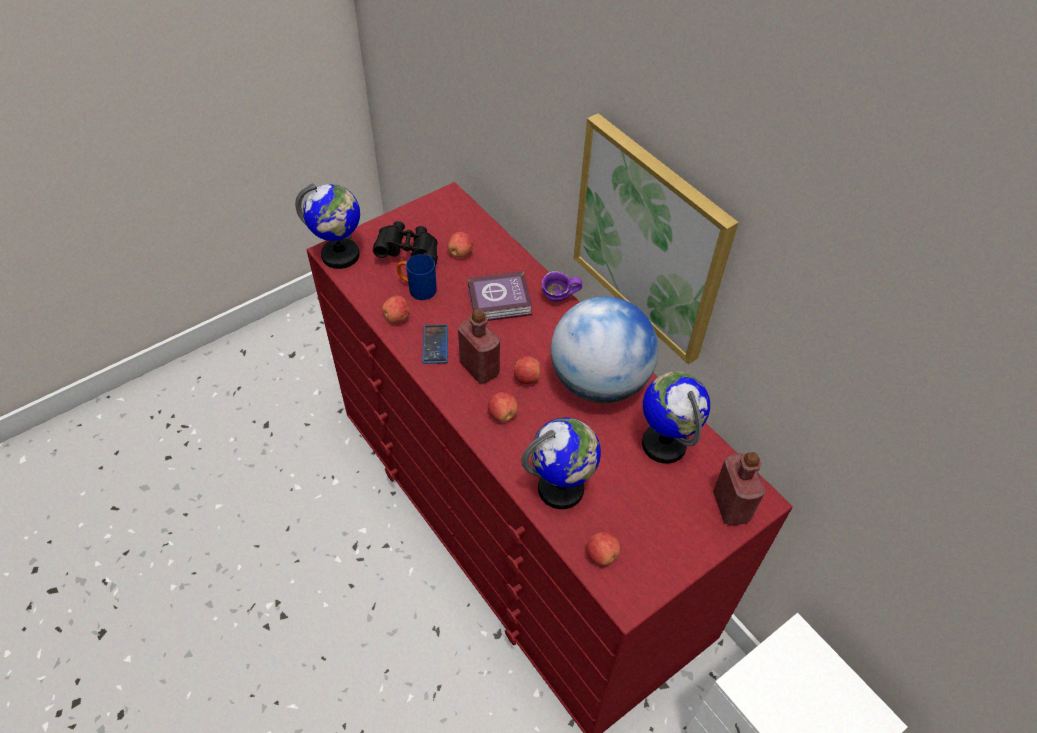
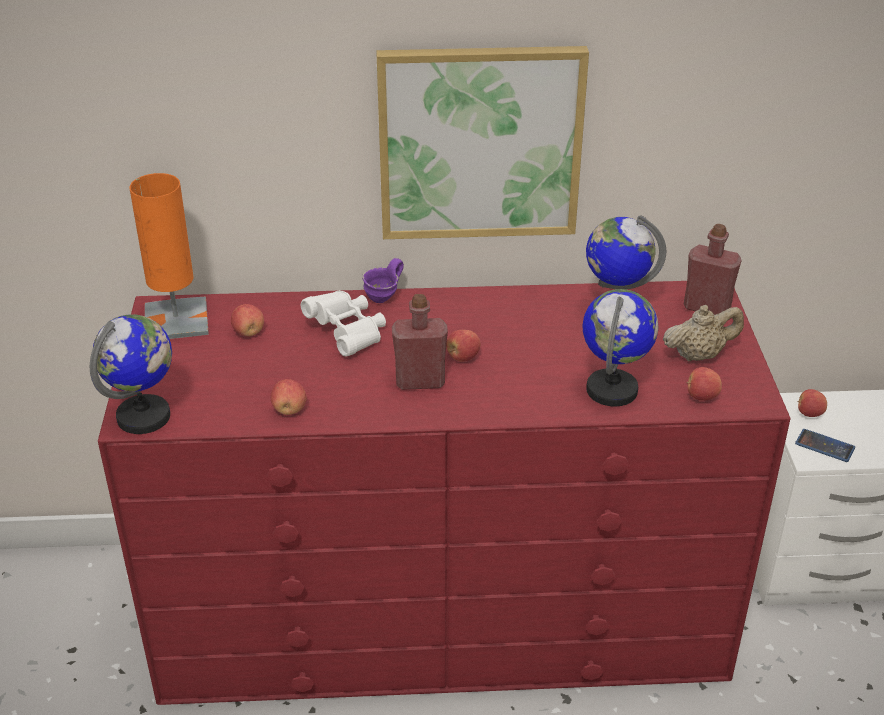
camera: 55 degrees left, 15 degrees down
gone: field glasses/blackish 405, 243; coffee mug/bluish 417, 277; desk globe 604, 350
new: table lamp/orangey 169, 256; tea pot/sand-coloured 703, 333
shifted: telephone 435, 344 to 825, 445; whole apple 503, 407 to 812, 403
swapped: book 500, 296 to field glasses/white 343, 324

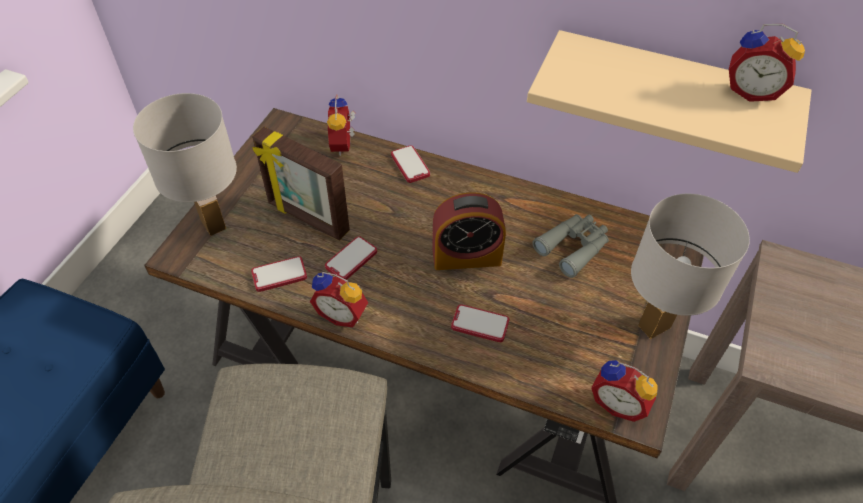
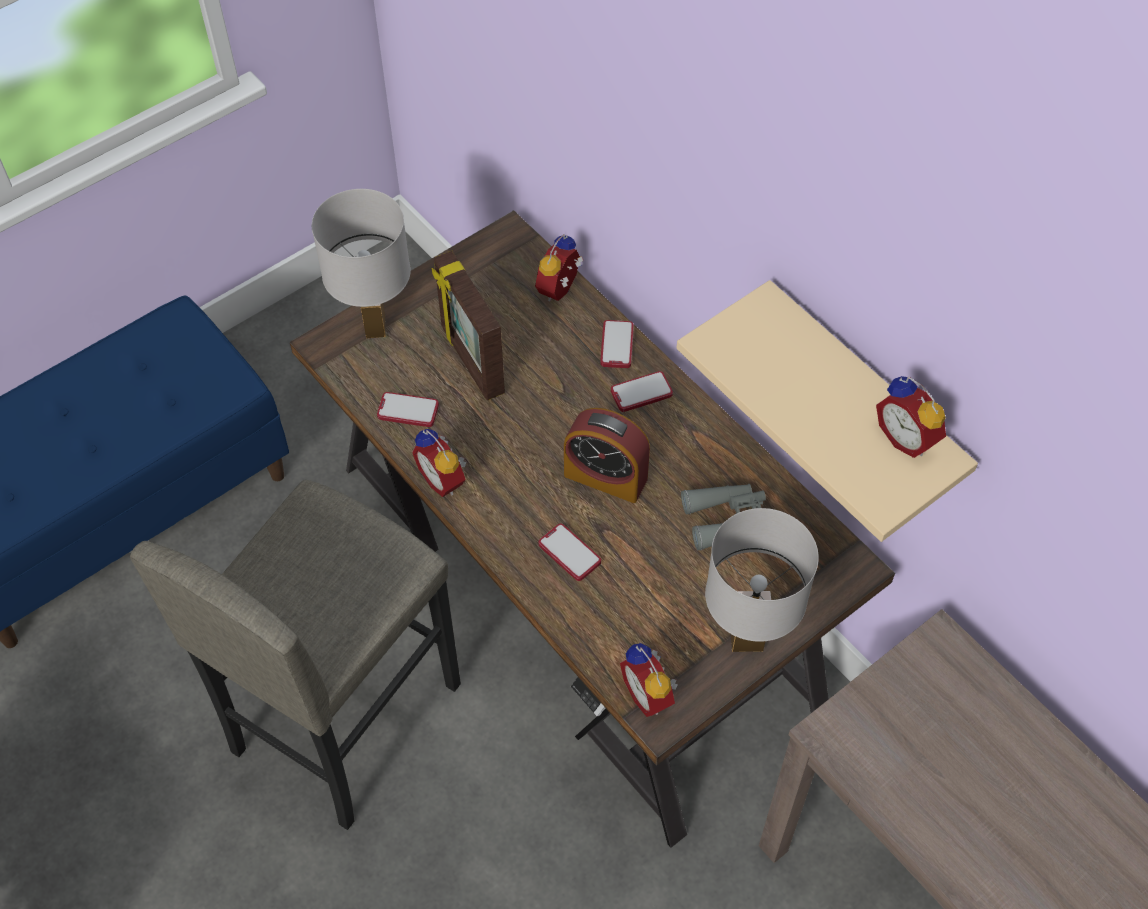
camera: 30 degrees right, 5 degrees up
shifted: telephone 351, 258 to 642, 391

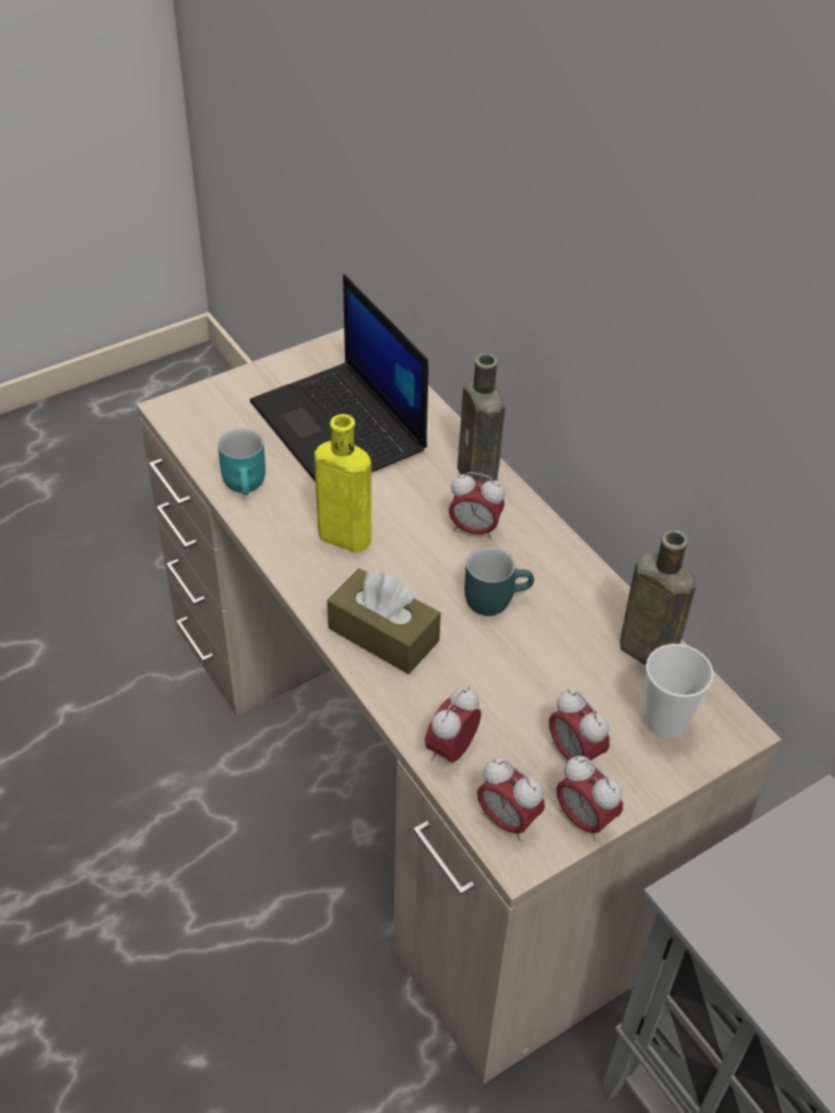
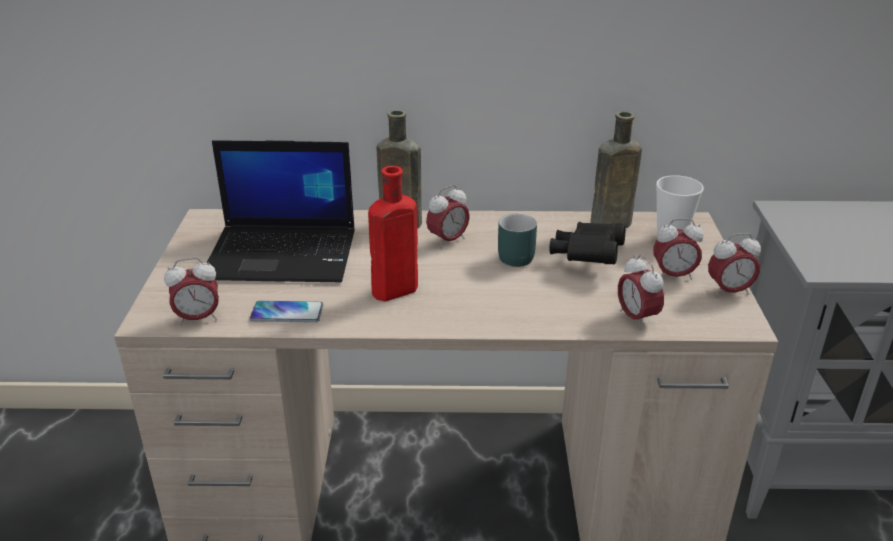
camera: 55 degrees left, 15 degrees down
gone: tissue box/brown 384, 621
new: field glasses/blackish 587, 243
shifted: bedside clock 511, 799 to 191, 292
swapped: coffee mug/turquoise 241, 462 to telephone 287, 311
repainted: bottle/yellow-coloured 343, 483 to bottle/red-coloured 393, 233

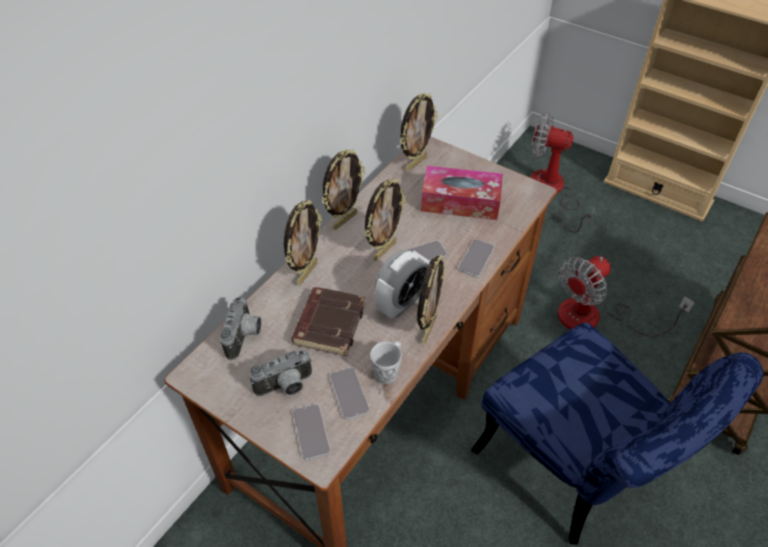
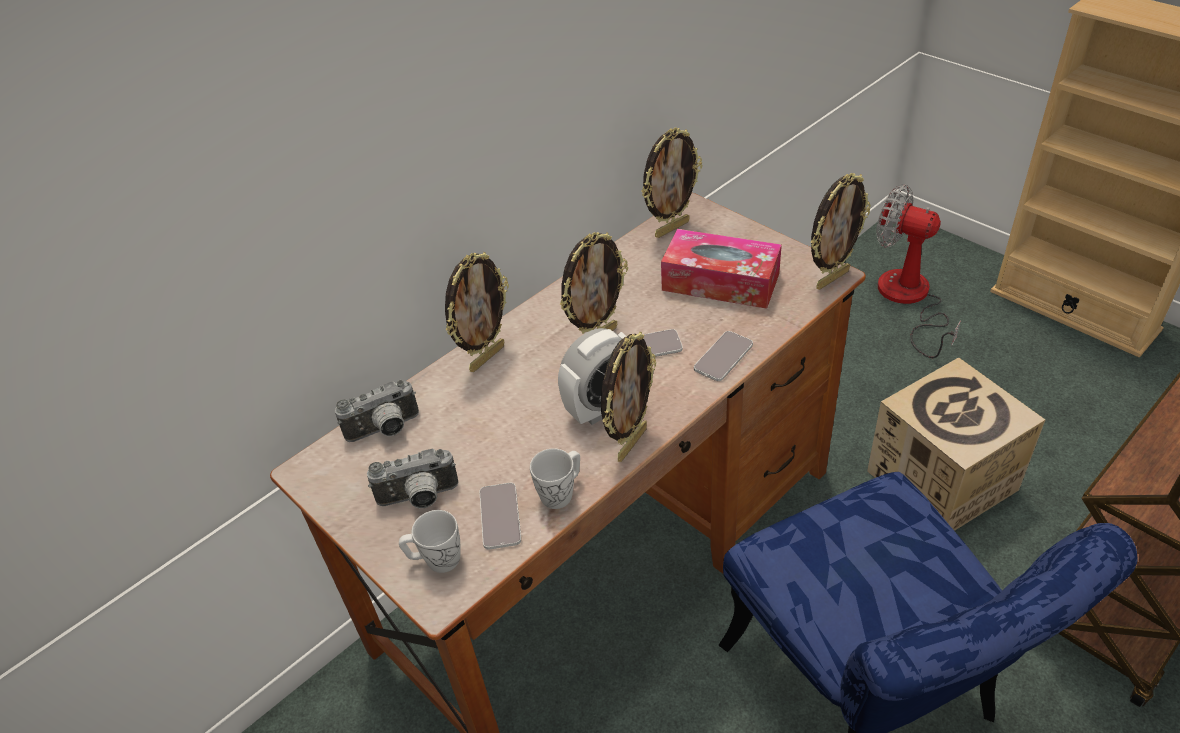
camera: 15 degrees right, 5 degrees down
gone: book/brown 328, 321
shifted: photo frame 343, 189 to 840, 231
swapped: telephone 311, 432 to coffee mug/white 429, 541; cooling fan 626, 296 to carton 956, 444
rotated: photo camera 241, 328 = 377, 411 45 degrees clockwise

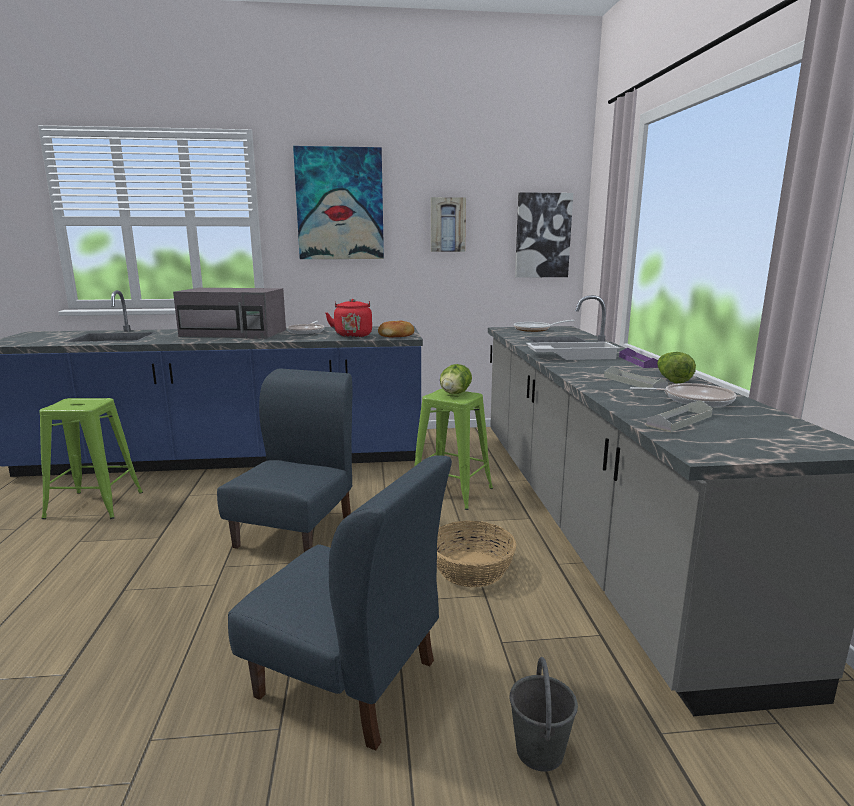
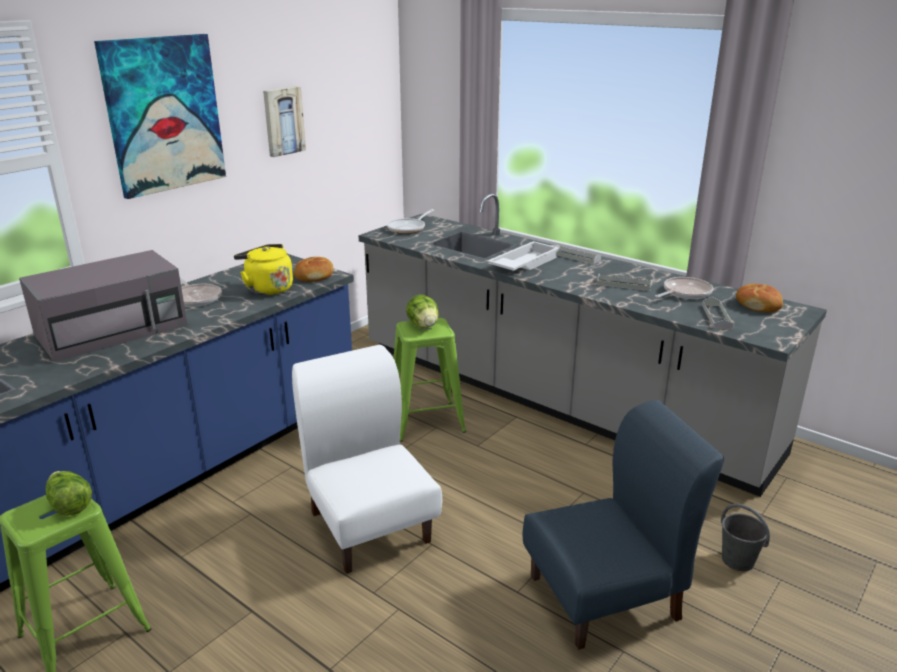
camera: 45 degrees left, 10 degrees up
gone: storage basket 477, 554; wall art 544, 235
new: bread 759, 298
shifted: head of lettuce 676, 367 to 69, 493
repainted: chair/bluish 285, 460 to chair/white 367, 459; water kettle/red-coloured 349, 318 to water kettle/yellow-coloured 263, 269; tray/purple 638, 358 to tray/greyish 578, 254

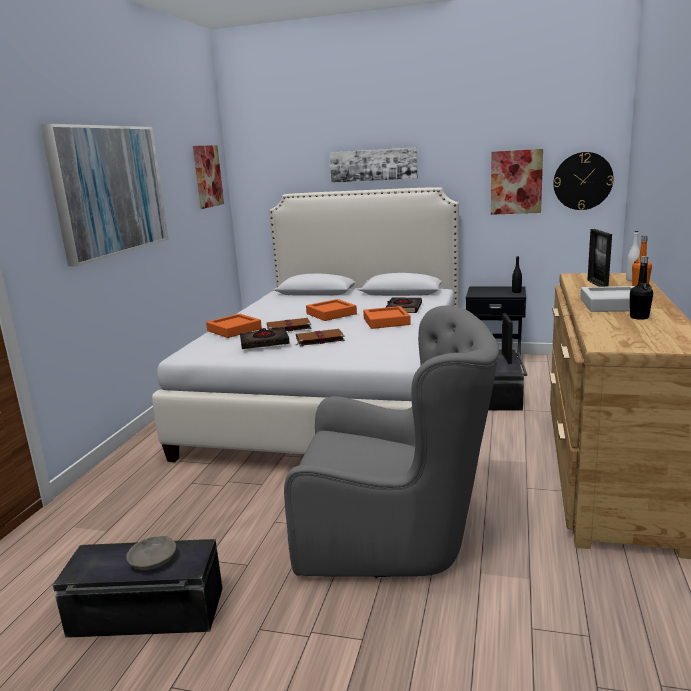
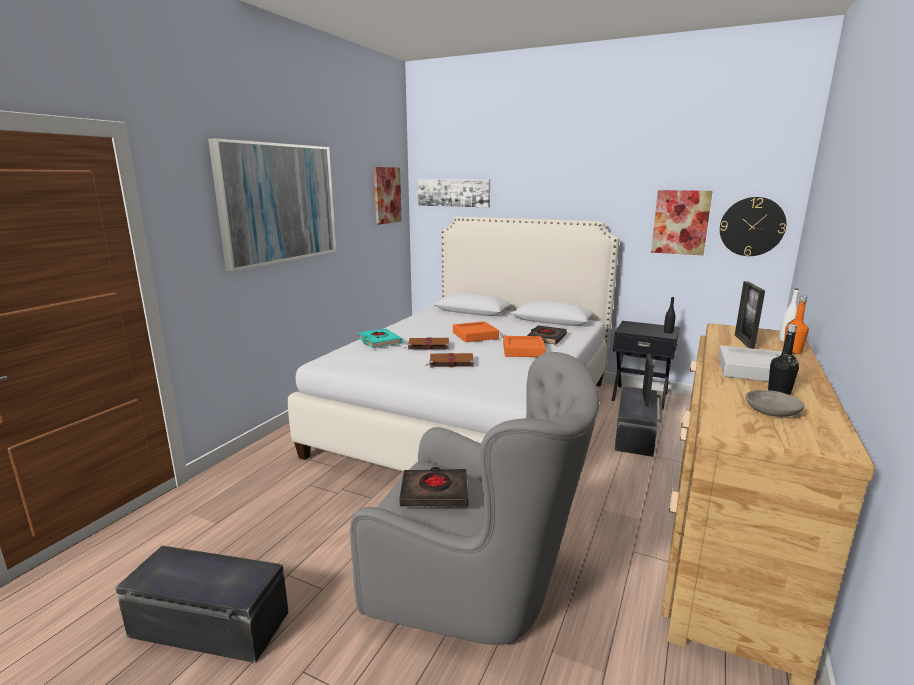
camera: 10 degrees right, 0 degrees up
shifted: deep dish/greyish 151, 553 to 775, 403; book/blackish 265, 338 to 433, 486; wall art 374, 165 to 454, 193
swapped: tray/orangey 234, 326 to book/turquoise 380, 338

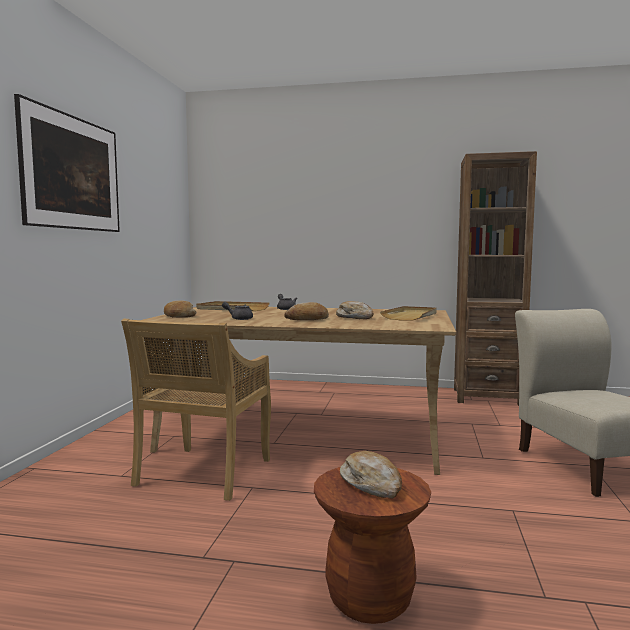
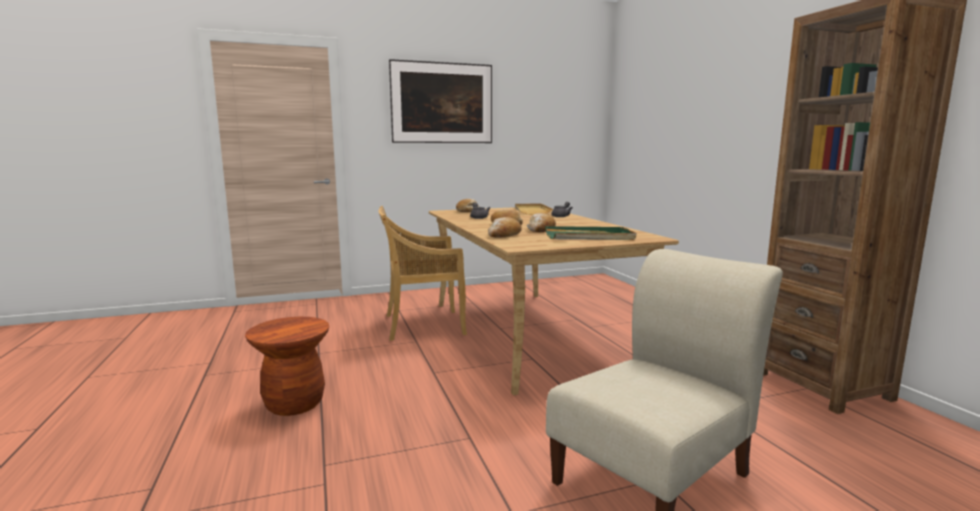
camera: 60 degrees right, 5 degrees up
shifted: bread 371, 475 to 505, 227
repainted: tray/sand-coloured 408, 313 to tray/green 590, 233

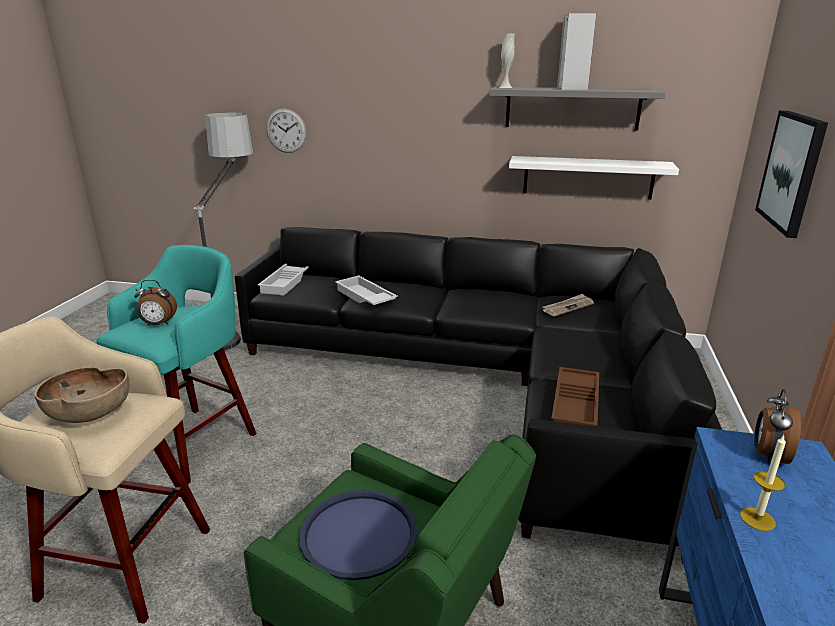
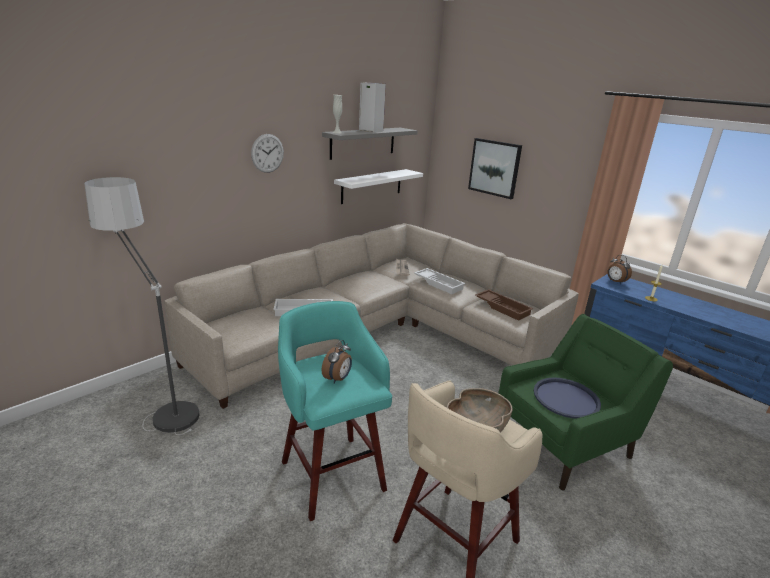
camera: 60 degrees left, 0 degrees up
shifted: tray/white 283, 279 to 439, 281; hanging clock 286, 130 to 267, 153
repainted: settee/blackish 478, 395 to settee/sand-coloured 371, 316

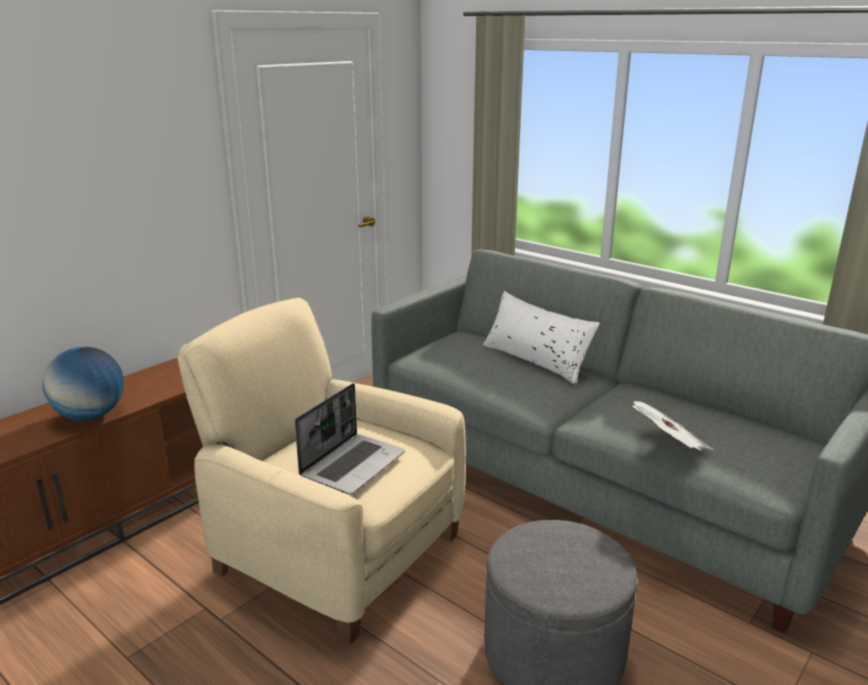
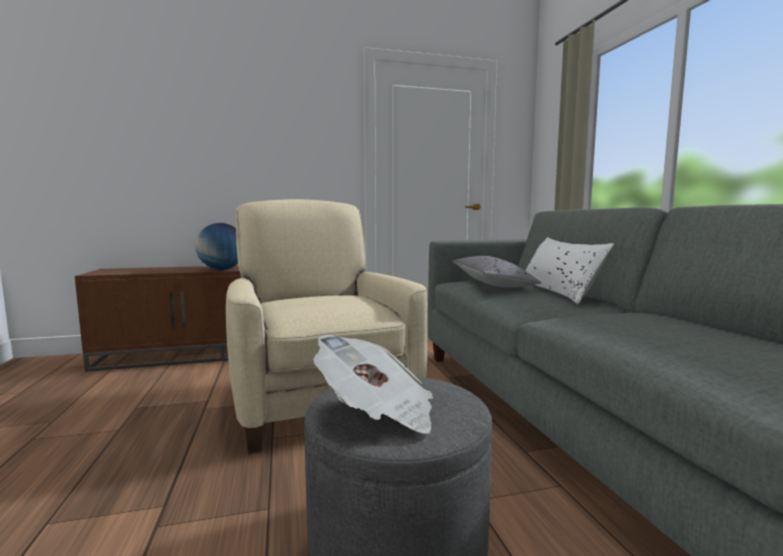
camera: 35 degrees right, 15 degrees down
gone: notebook computer 350, 438
new: pillow/greyish 497, 272
shifted: newspaper 673, 425 to 373, 384

